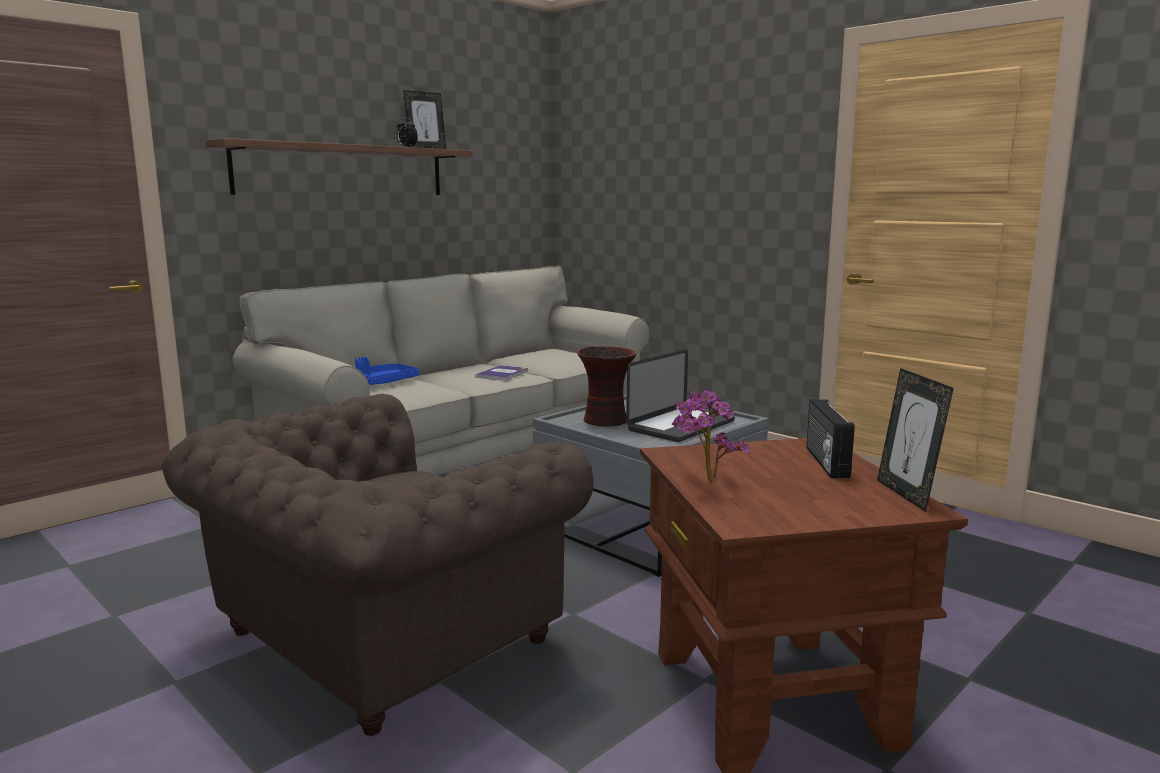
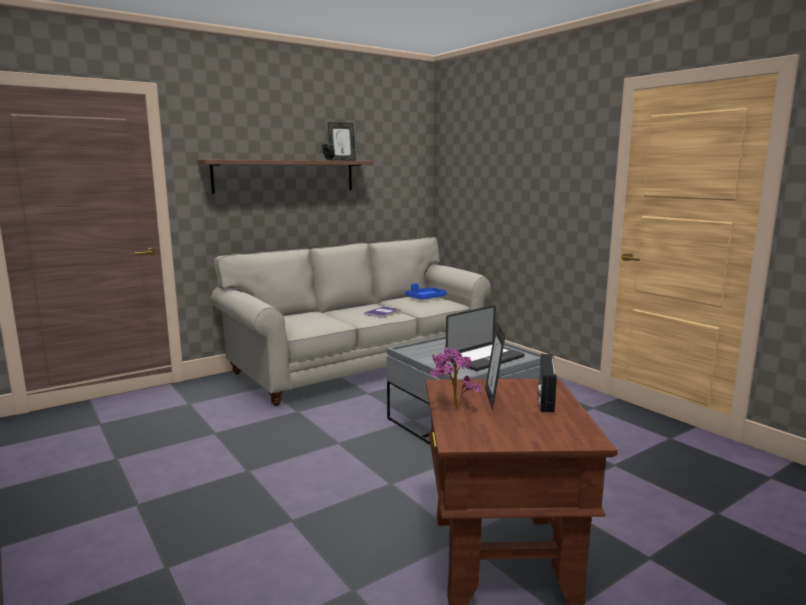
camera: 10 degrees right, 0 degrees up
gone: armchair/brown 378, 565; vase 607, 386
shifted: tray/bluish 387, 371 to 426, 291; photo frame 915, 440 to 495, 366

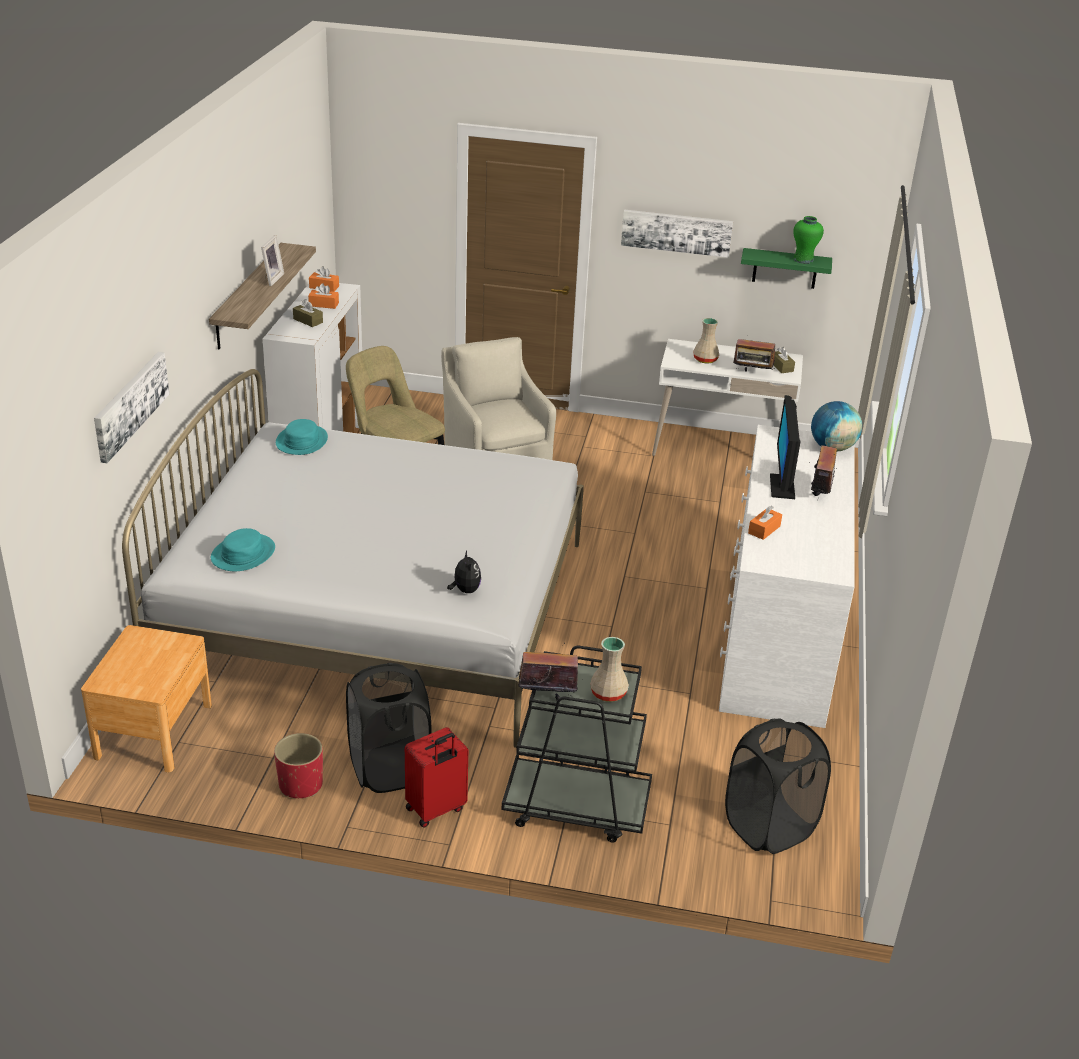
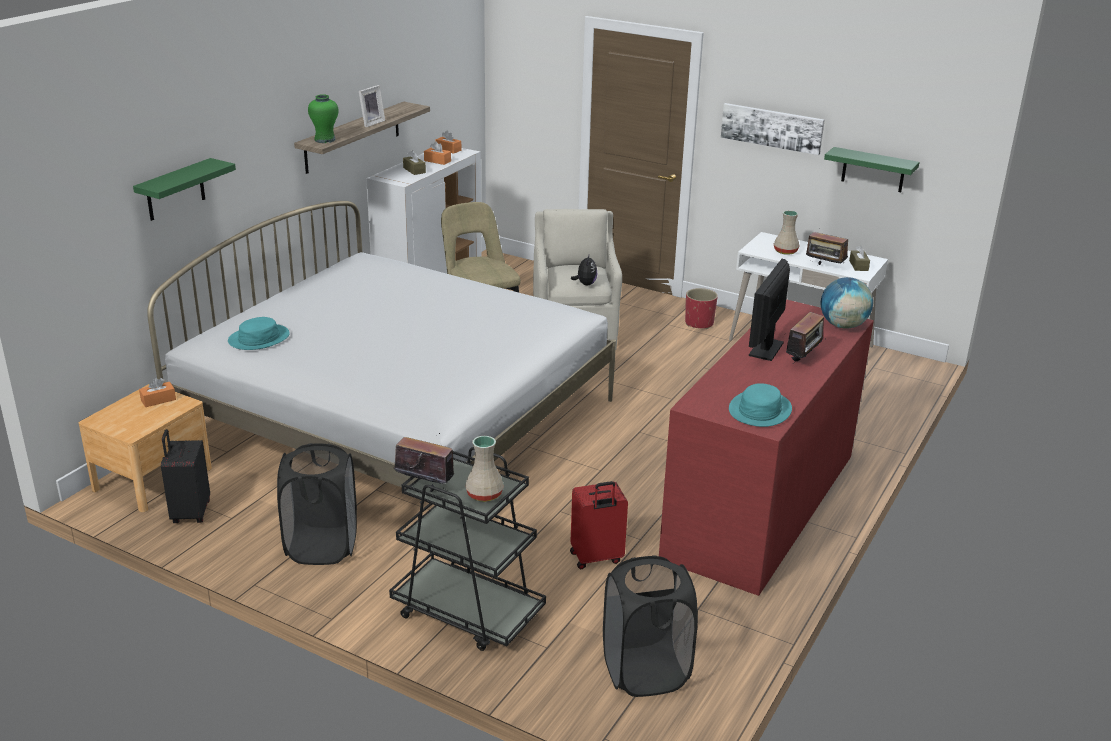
camera: 20 degrees right, 5 degrees down
new: piece of luggage/blackish 185, 476
shifted: flower pot/red-coloured 298, 765 to 701, 308; wearable hat/turquoise 302, 437 to 760, 405; piece of luggage/red-coloured 436, 777 to 599, 525; plush toy 464, 572 to 584, 269; tissue box/orangey 765, 522 to 157, 392; vase/green 808, 240 to 323, 118
swapped: wall art 131, 407 to shelf/green 184, 189
repainted: drawer chest/white 787, 576 to drawer chest/red-coloured 766, 447

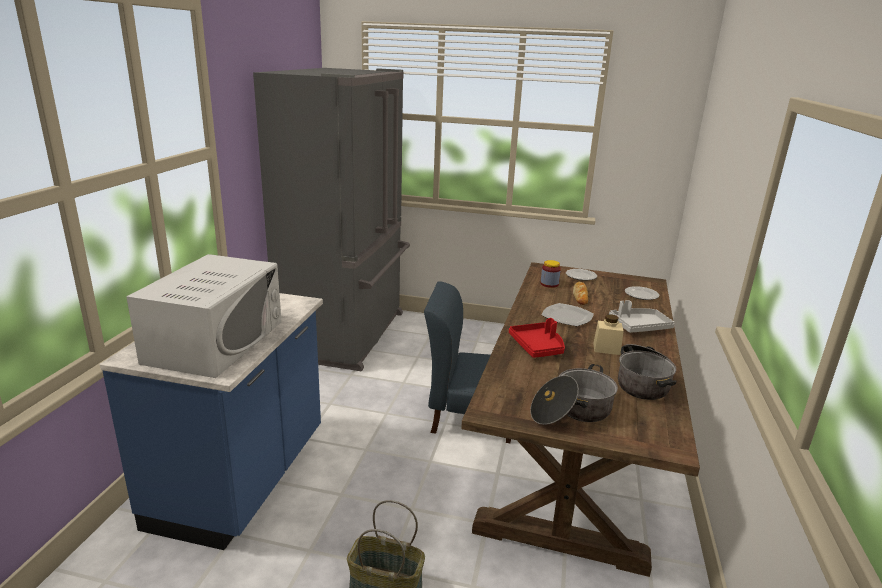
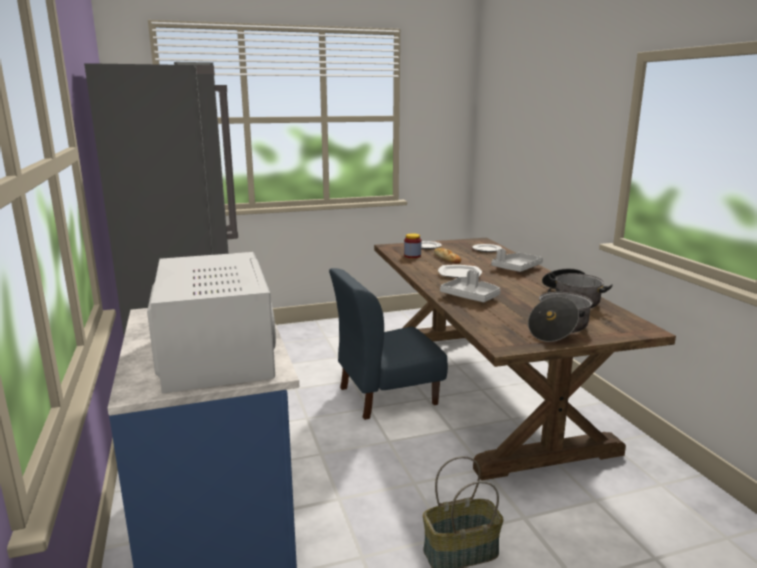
camera: 30 degrees left, 5 degrees down
gone: preserve jar/sand-coloured 608, 334
repainted: tray/red-coloured 537, 338 to tray/greyish 470, 286

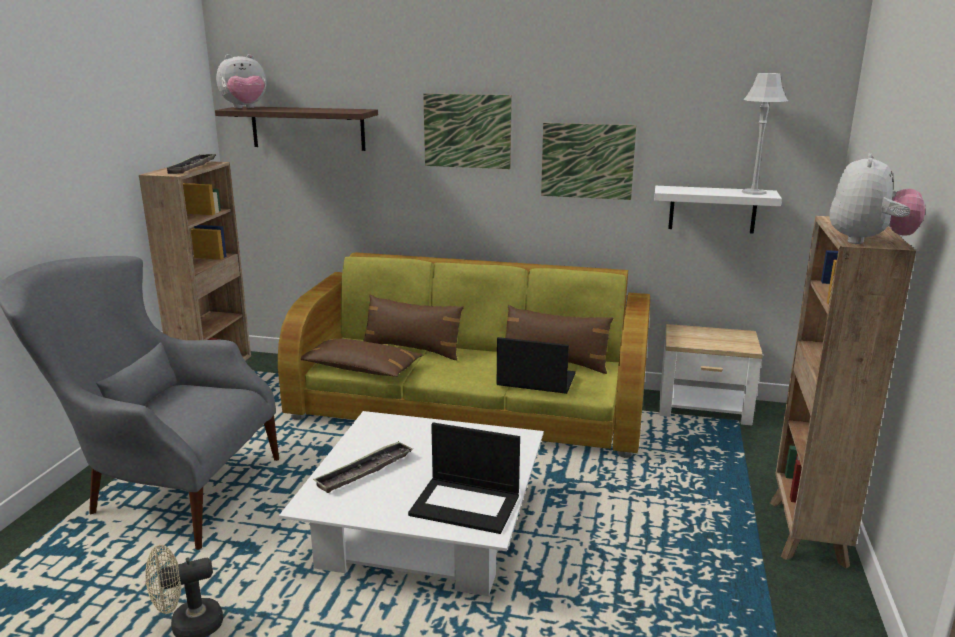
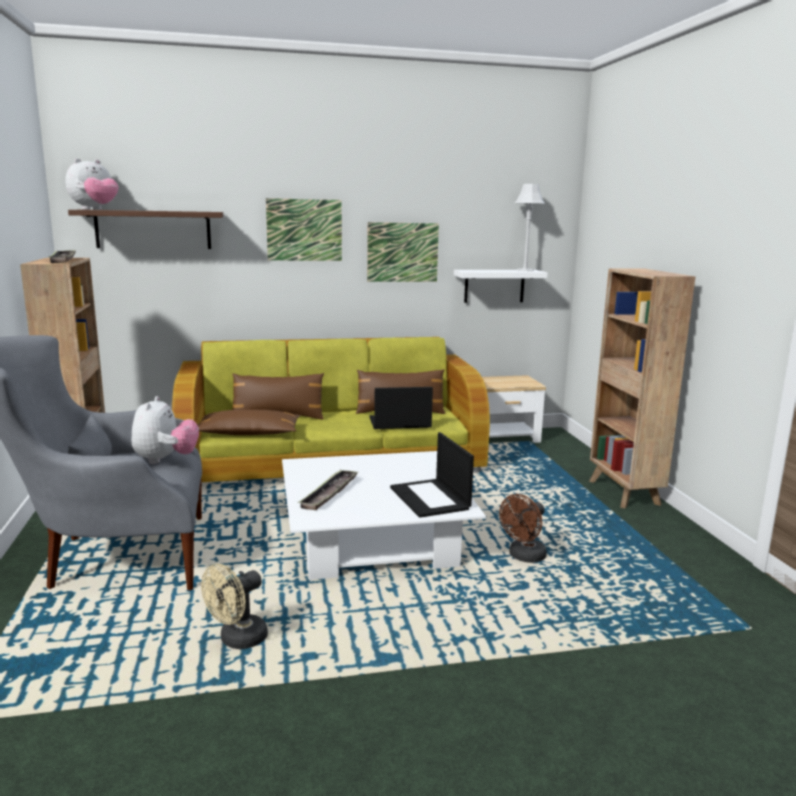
camera: 25 degrees left, 5 degrees down
new: cooling fan/brown 523, 528
shifted: plush toy 877, 198 to 165, 430
rotated: notebook computer 464, 478 = 432, 475 75 degrees clockwise

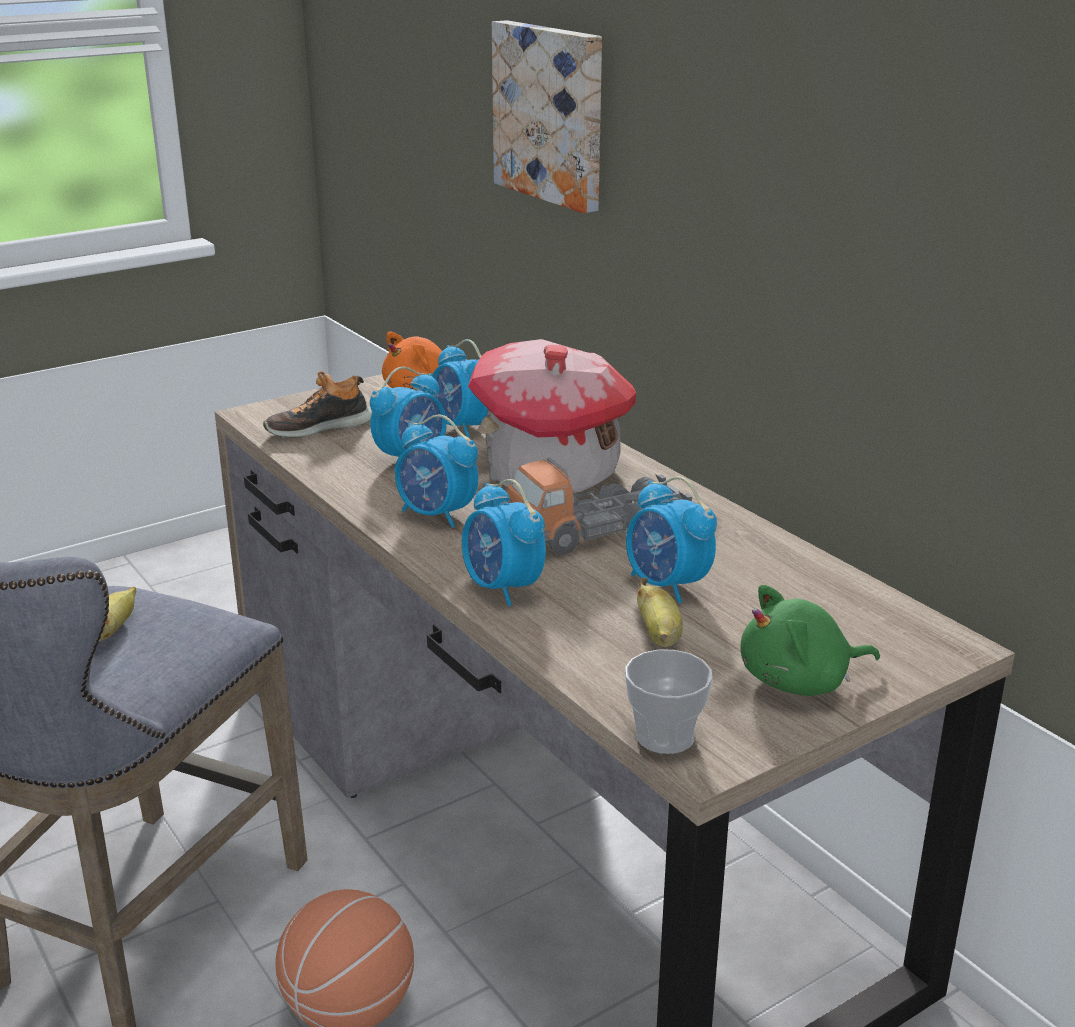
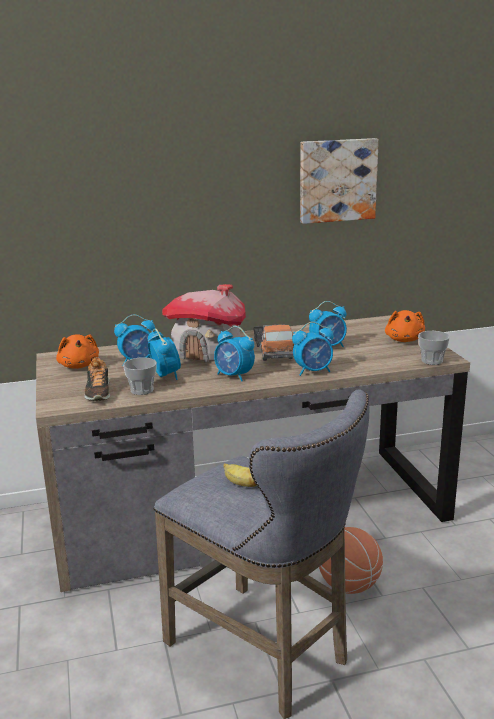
camera: 70 degrees left, 5 degrees down
gone: whole banana 660, 612
new: drinking cup 140, 376
shifted: wall art 547, 116 to 339, 181
repainted: plush toy/green 810, 640 to plush toy/orangey 405, 326
rotated: bedside clock 436, 471 = 234, 354 75 degrees clockwise

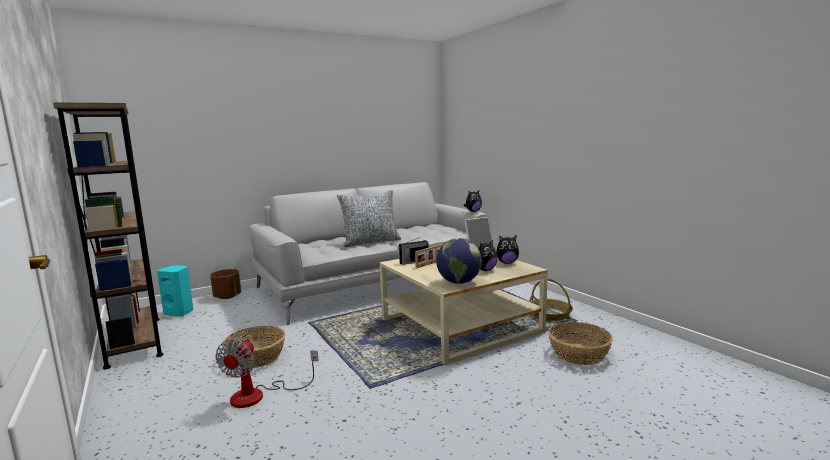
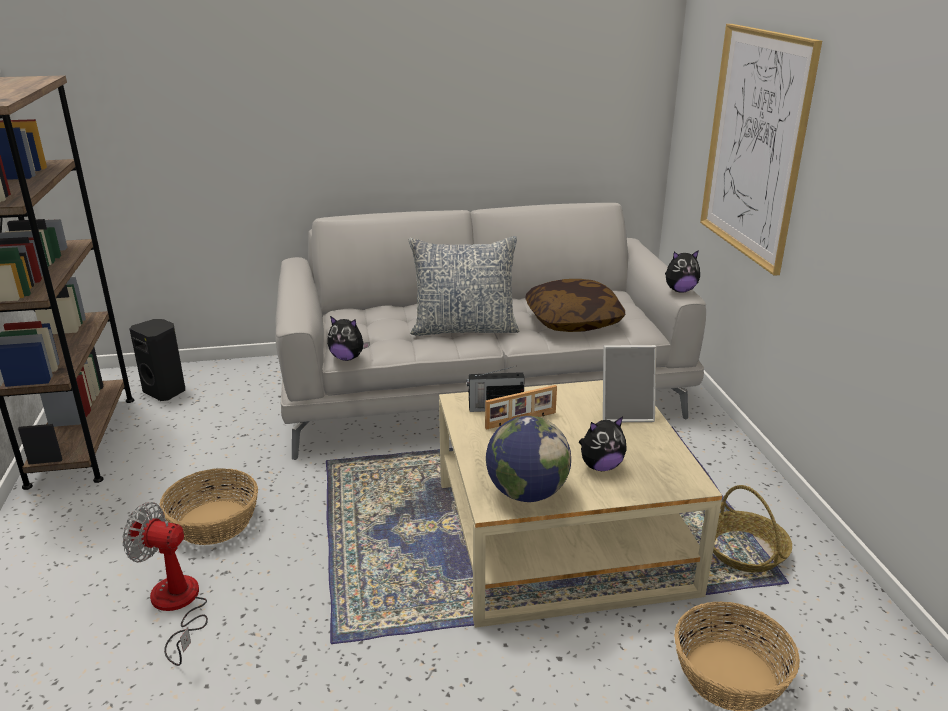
camera: 20 degrees right, 15 degrees up
gone: flower pot/brown 225, 284
new: pillow 575, 305; wall art 761, 150
shifted: plush toy 507, 250 to 348, 338
repainted: speaker/turquoise 175, 291 to speaker/blackish 157, 360
rotated: cooling fan 266, 373 = 165, 584 75 degrees clockwise

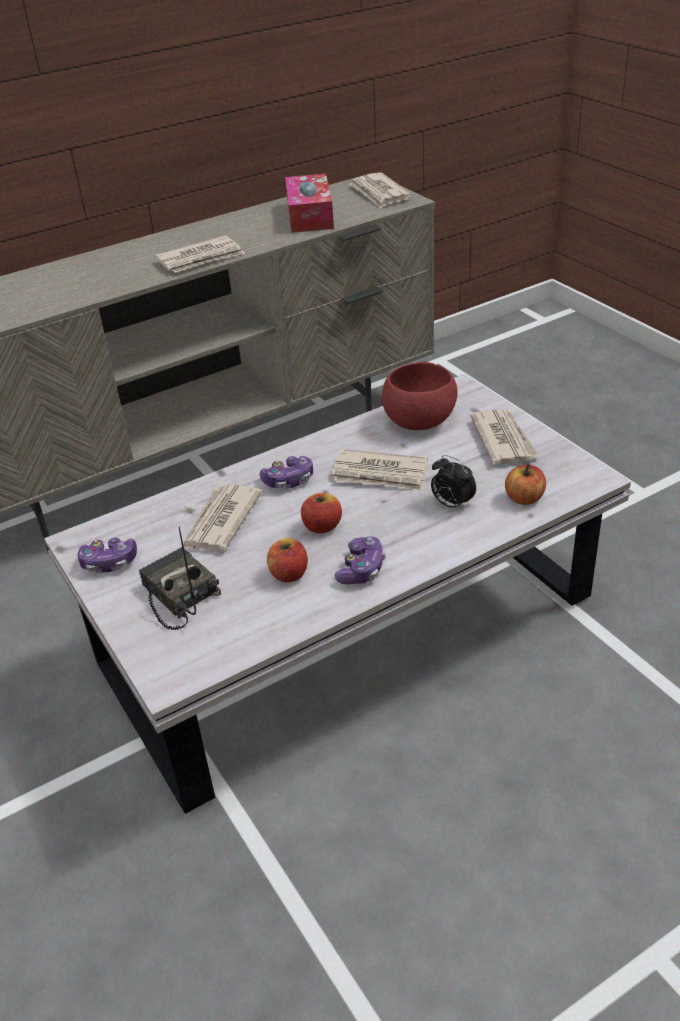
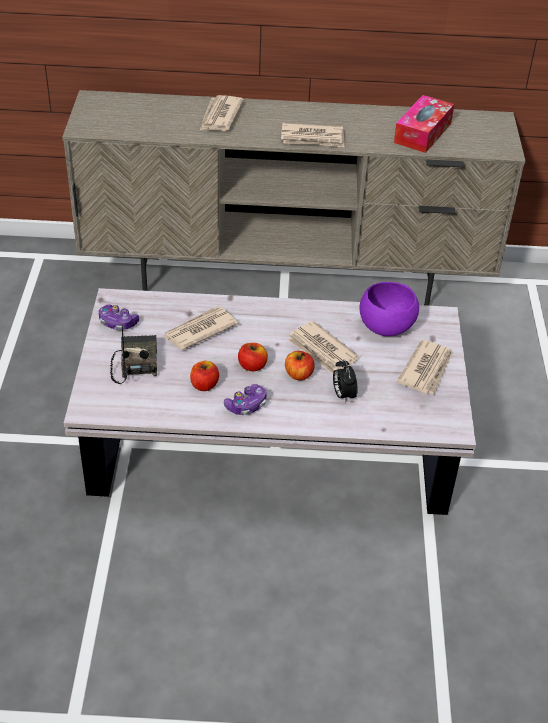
camera: 30 degrees right, 5 degrees up
gone: game controller 286, 472
shifted: newspaper 380, 190 to 222, 113; whole apple 525, 484 to 300, 365
repainted: deep dish/red-coloured 420, 396 to deep dish/purple 389, 309

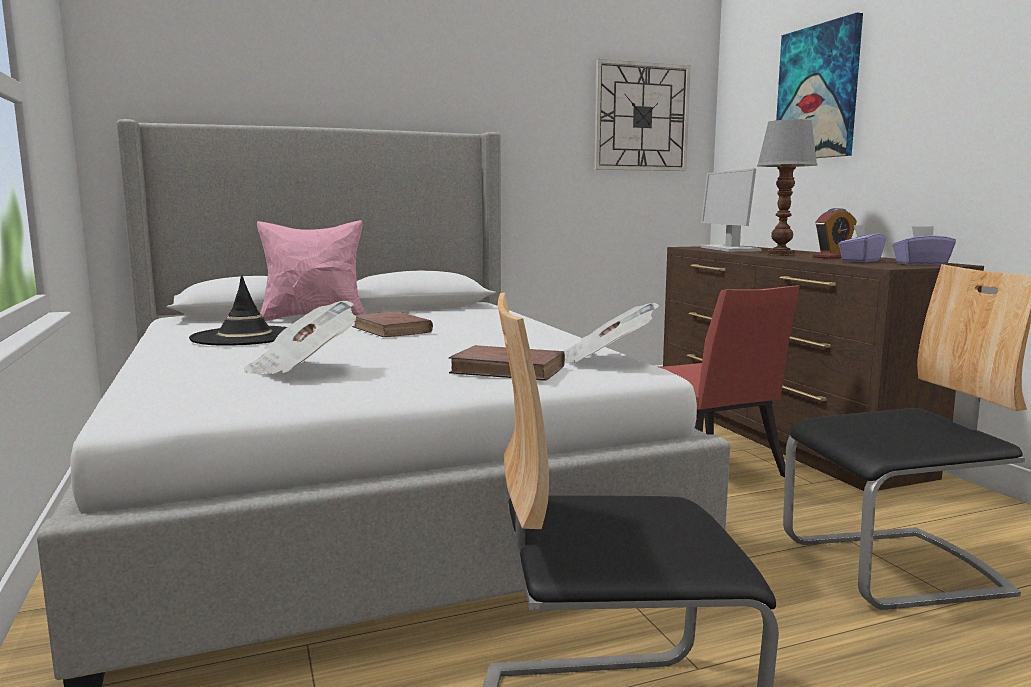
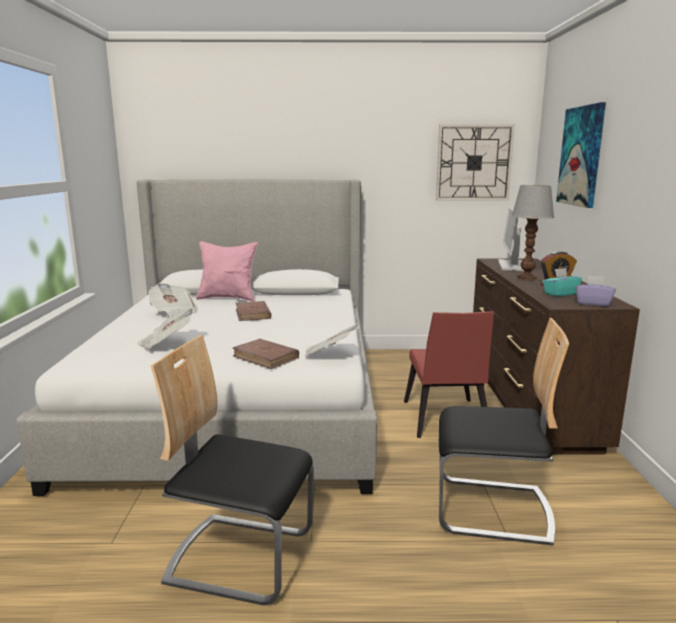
camera: 20 degrees right, 5 degrees up
swapped: wearable hat/blackish 238, 310 to newspaper 172, 300
repainted: tissue box/purple 862, 243 to tissue box/turquoise 562, 282

